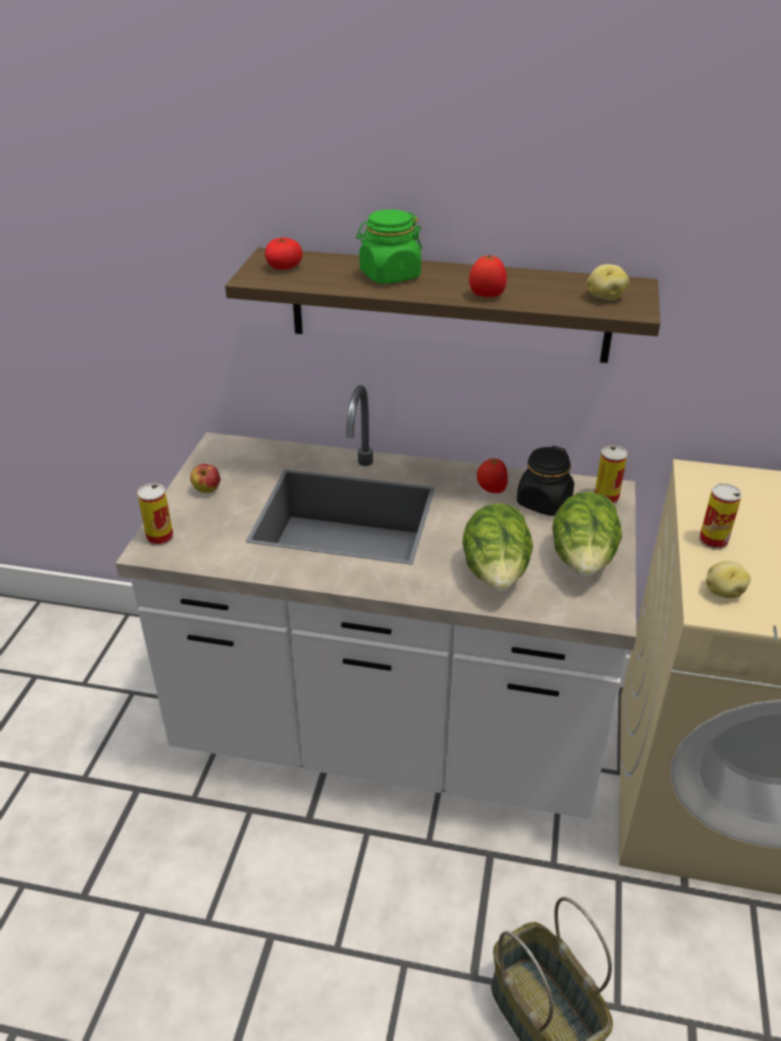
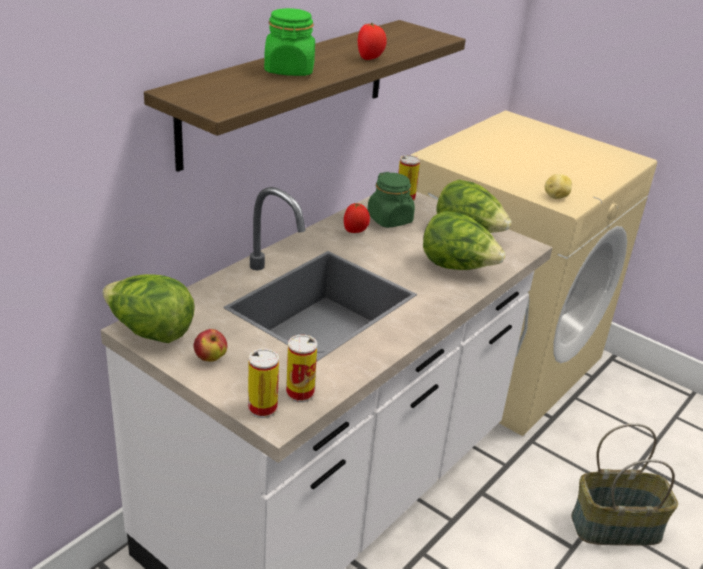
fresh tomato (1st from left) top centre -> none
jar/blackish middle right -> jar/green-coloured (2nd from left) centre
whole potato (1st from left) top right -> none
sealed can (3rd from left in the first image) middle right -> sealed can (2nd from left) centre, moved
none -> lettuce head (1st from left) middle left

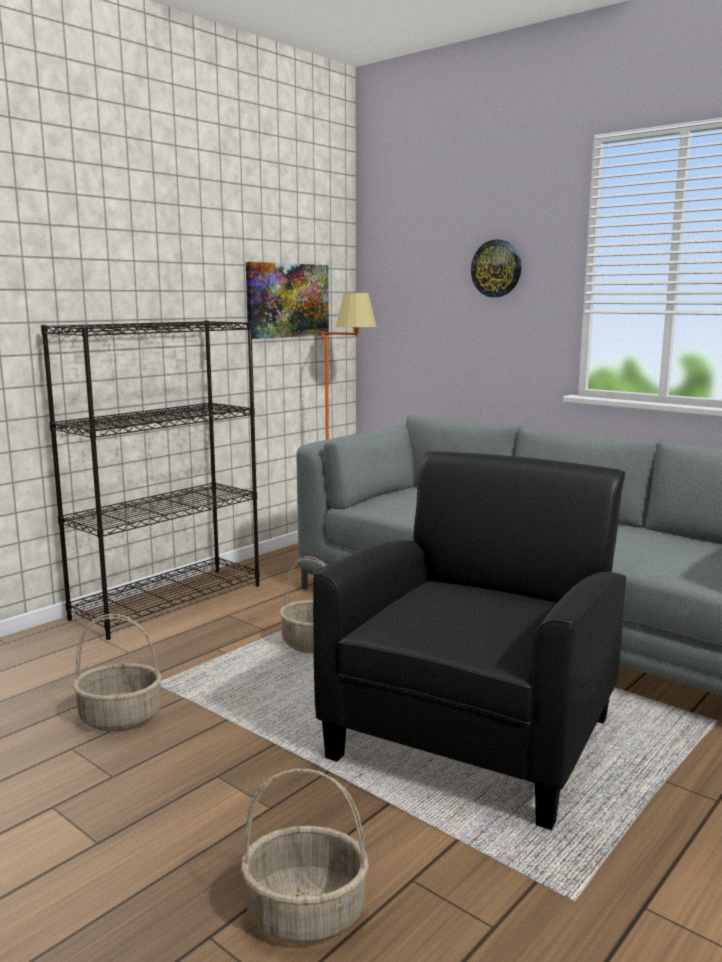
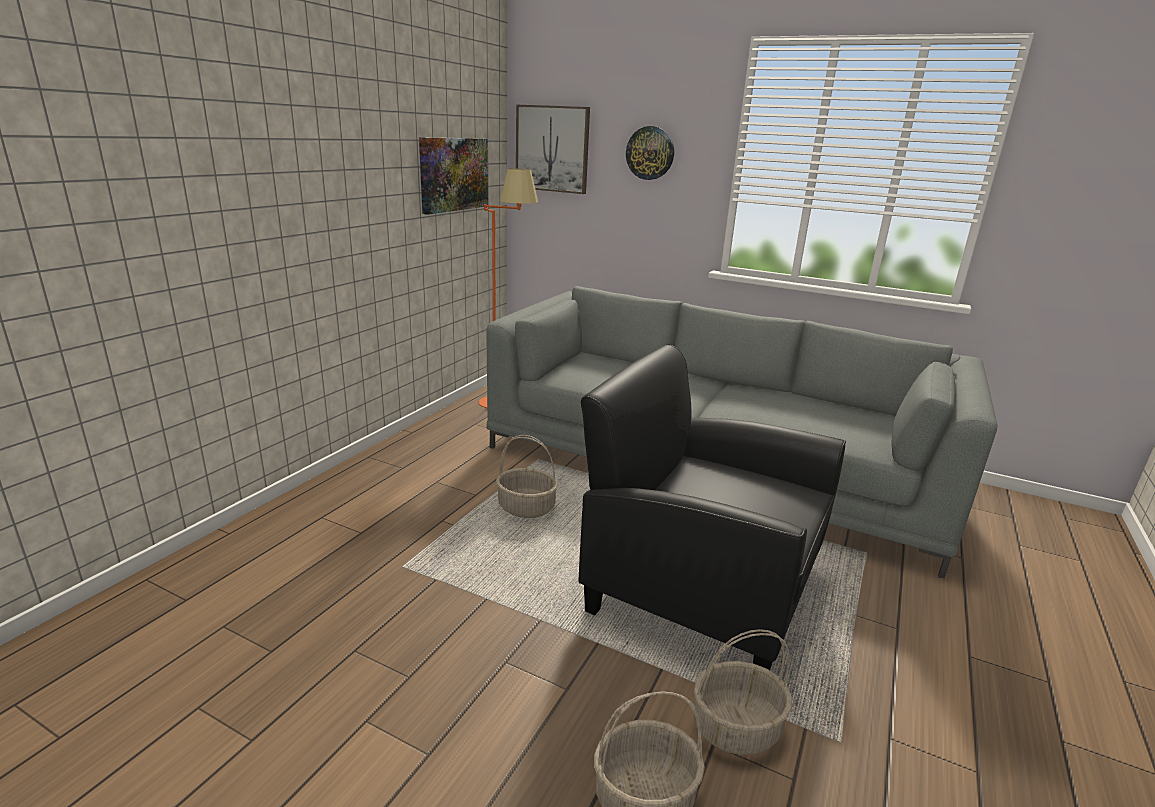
shelving unit/blackish middle left -> none
household basket (1st from left in the first image) bottom left -> household basket (3rd from left) bottom centre, moved
easy chair/blackish centre, 75 degrees counterclockwise
none -> picture (2nd from left) top centre

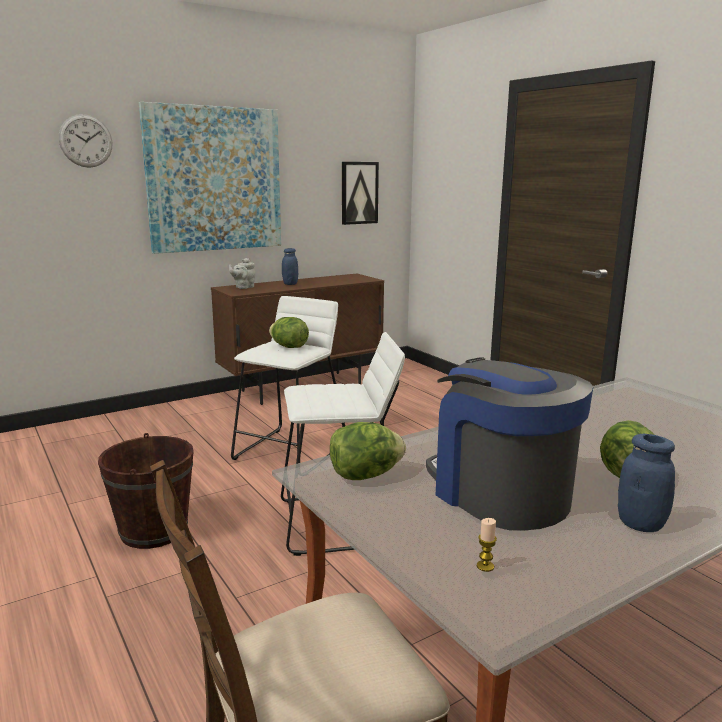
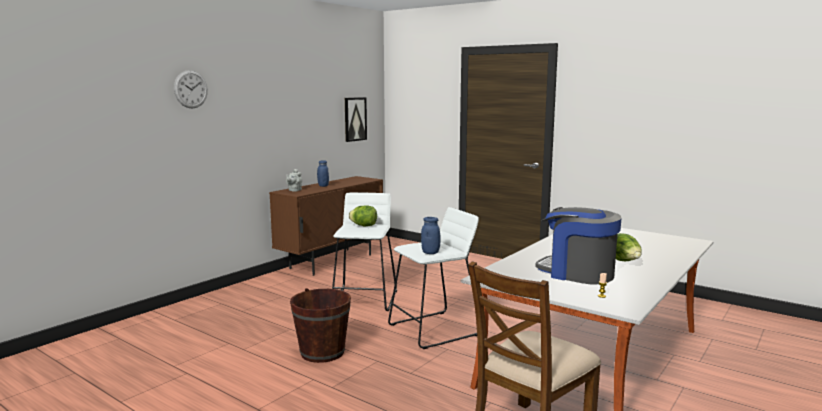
picture (1st from left) top left -> none
lettuce head (2nd from left) centre -> none
jar/bluish (2nd from left) bottom right -> jar/bluish (2nd from left) centre, moved

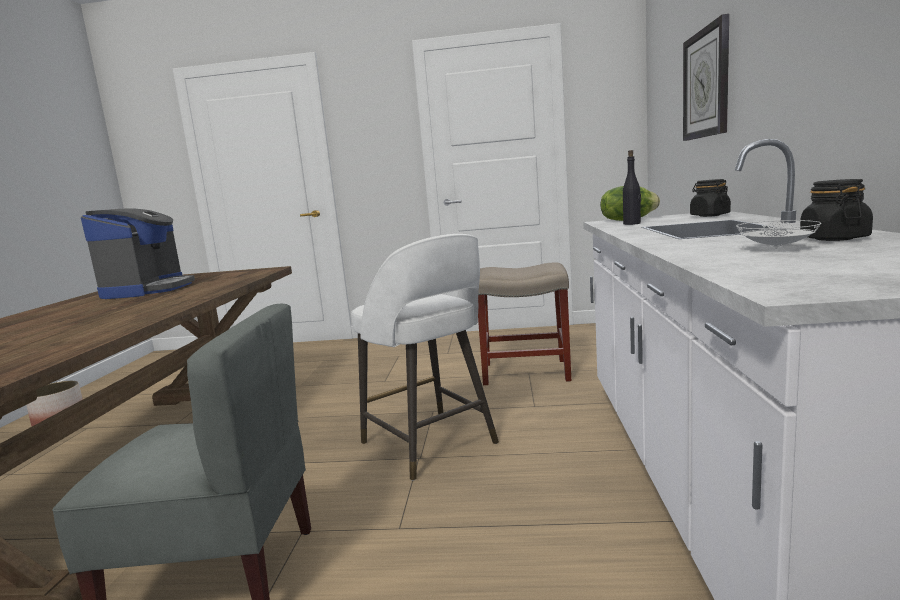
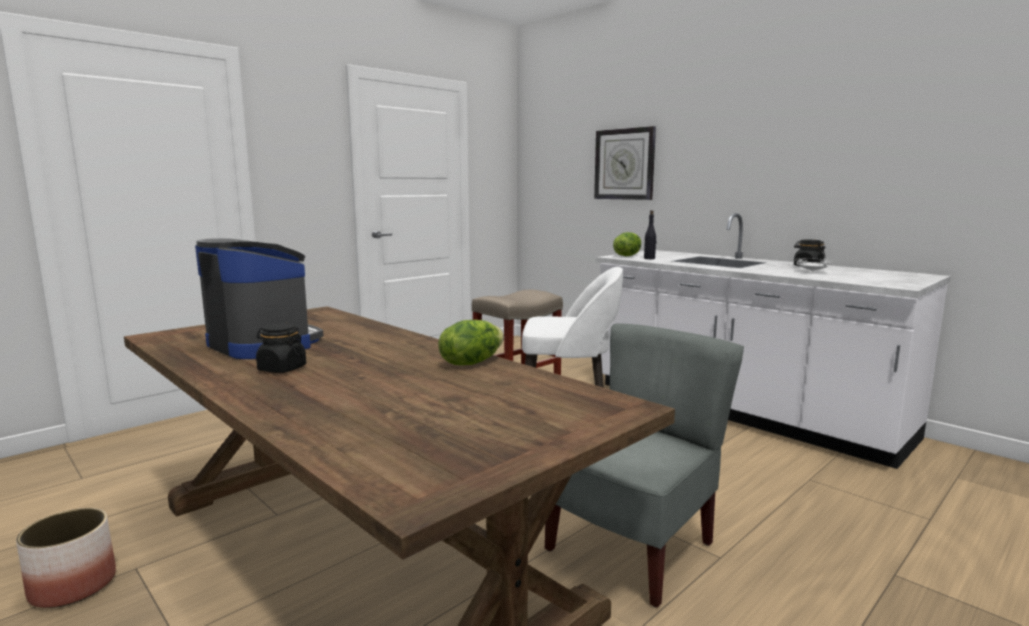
jar/blackish (1st from left) top right -> jar/blackish (1st from left) middle left, moved
none -> lettuce head (1st from left) centre

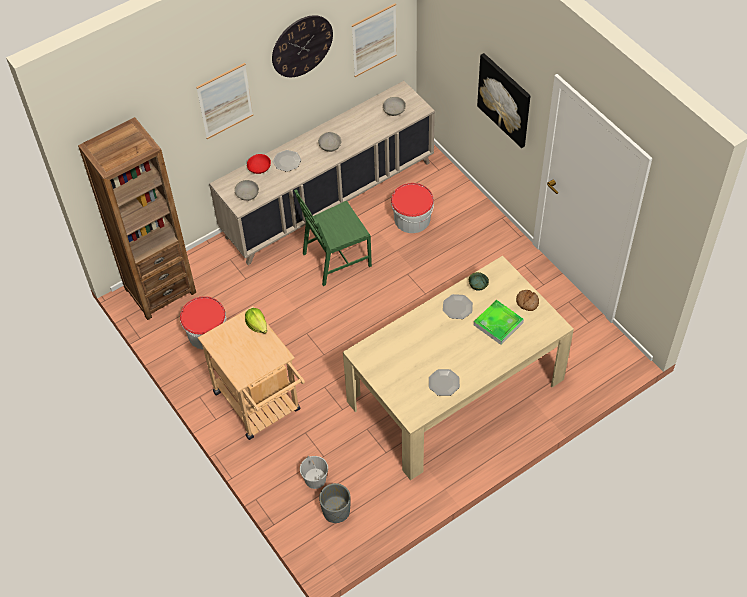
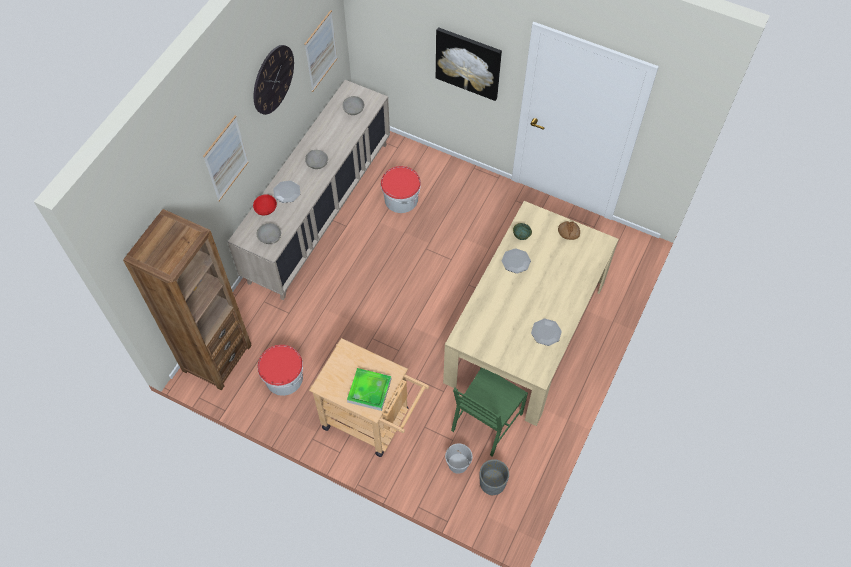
lettuce head centre -> none
chair/green-coloured centre -> chair/green-coloured bottom centre, moved
serving tray middle right -> serving tray bottom centre, moved

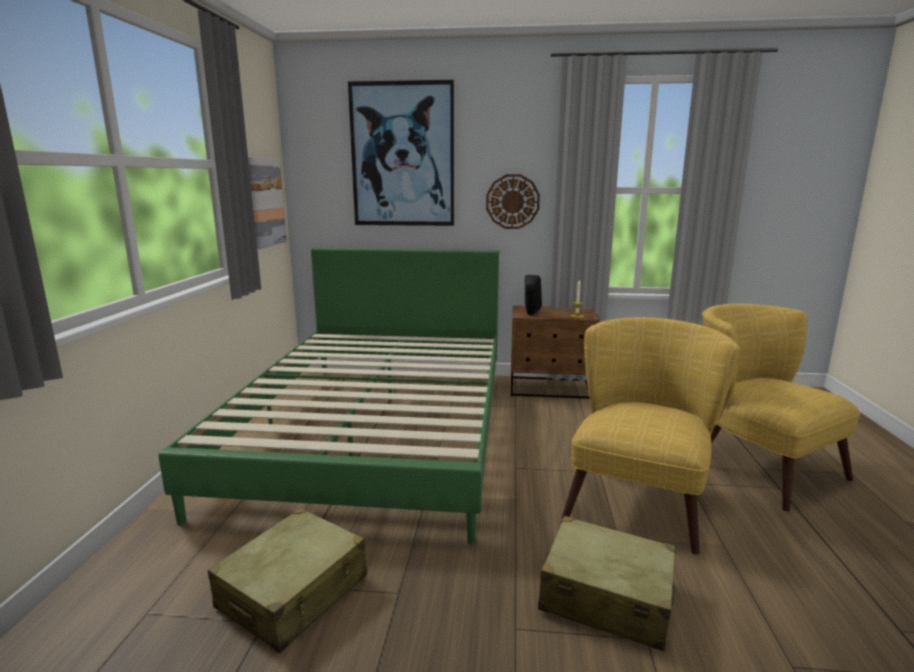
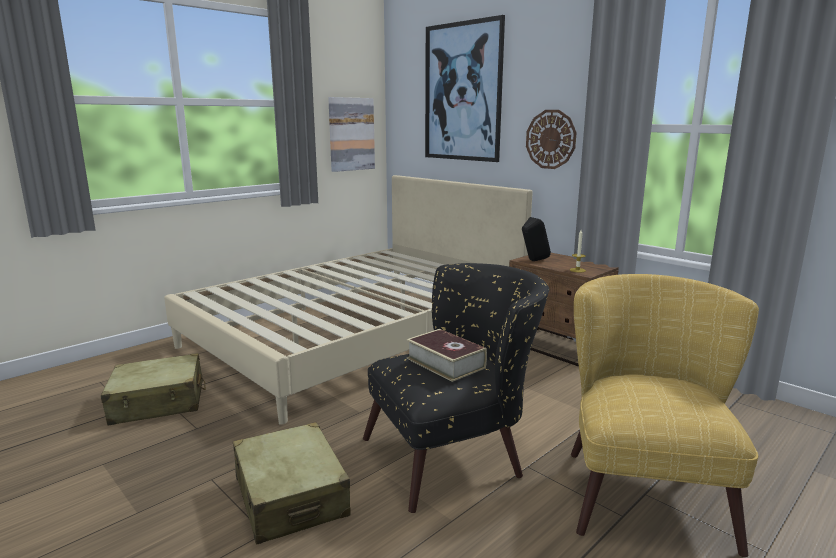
bedroom bed/green-coloured centre -> bedroom bed/sand-coloured centre
easy chair/yellow (1st from left) middle right -> easy chair/blackish bottom centre
none -> book centre

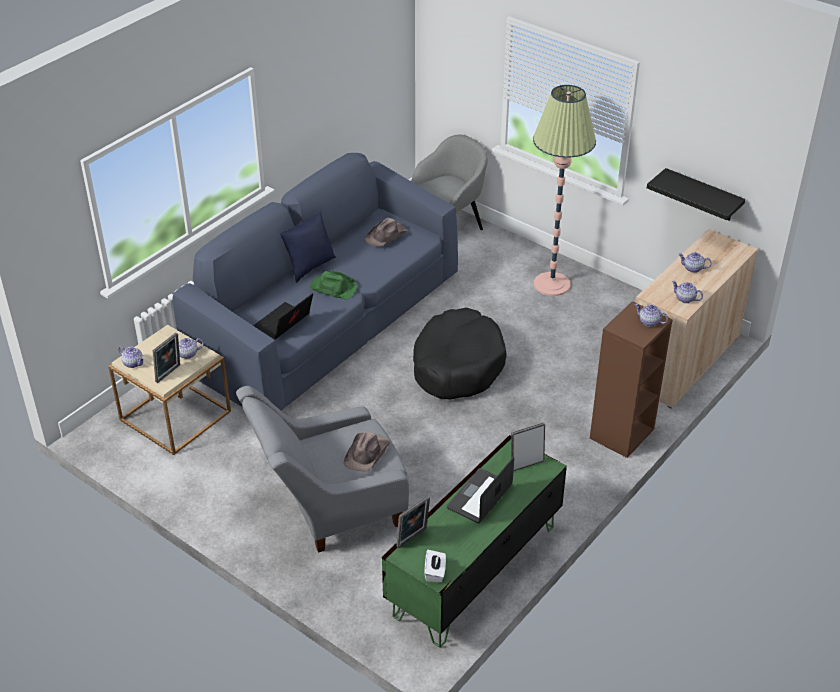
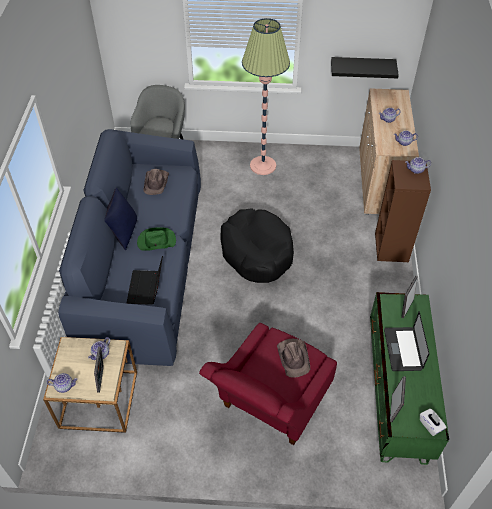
easy chair/grey (1st from left) bottom centre -> easy chair/red bottom centre

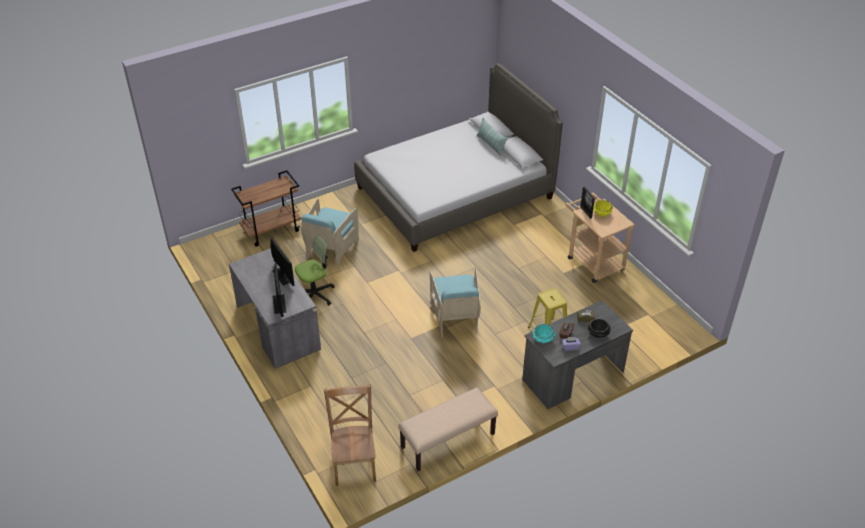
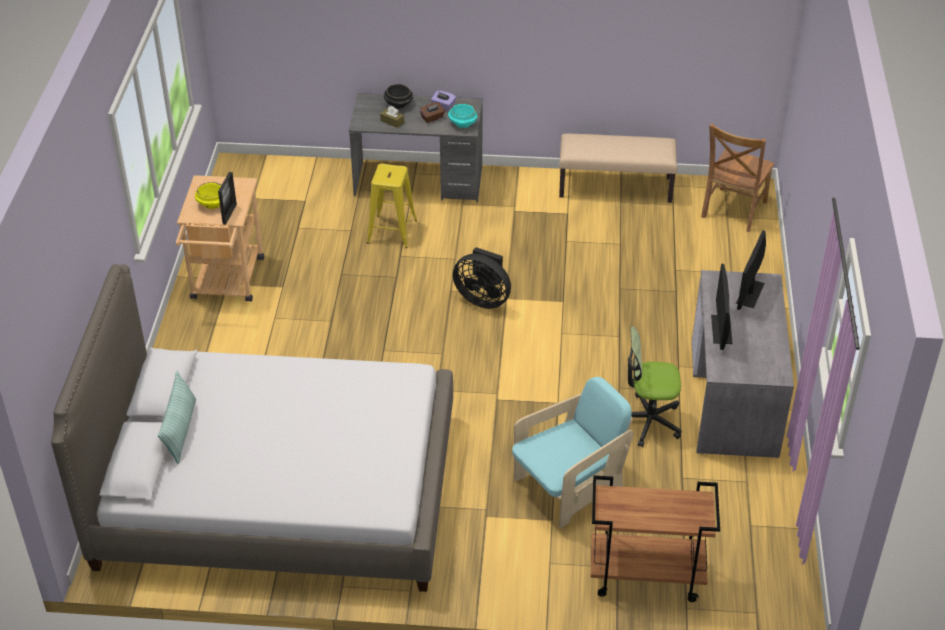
easy chair/turquoise (2nd from left) centre -> fan/blackish centre

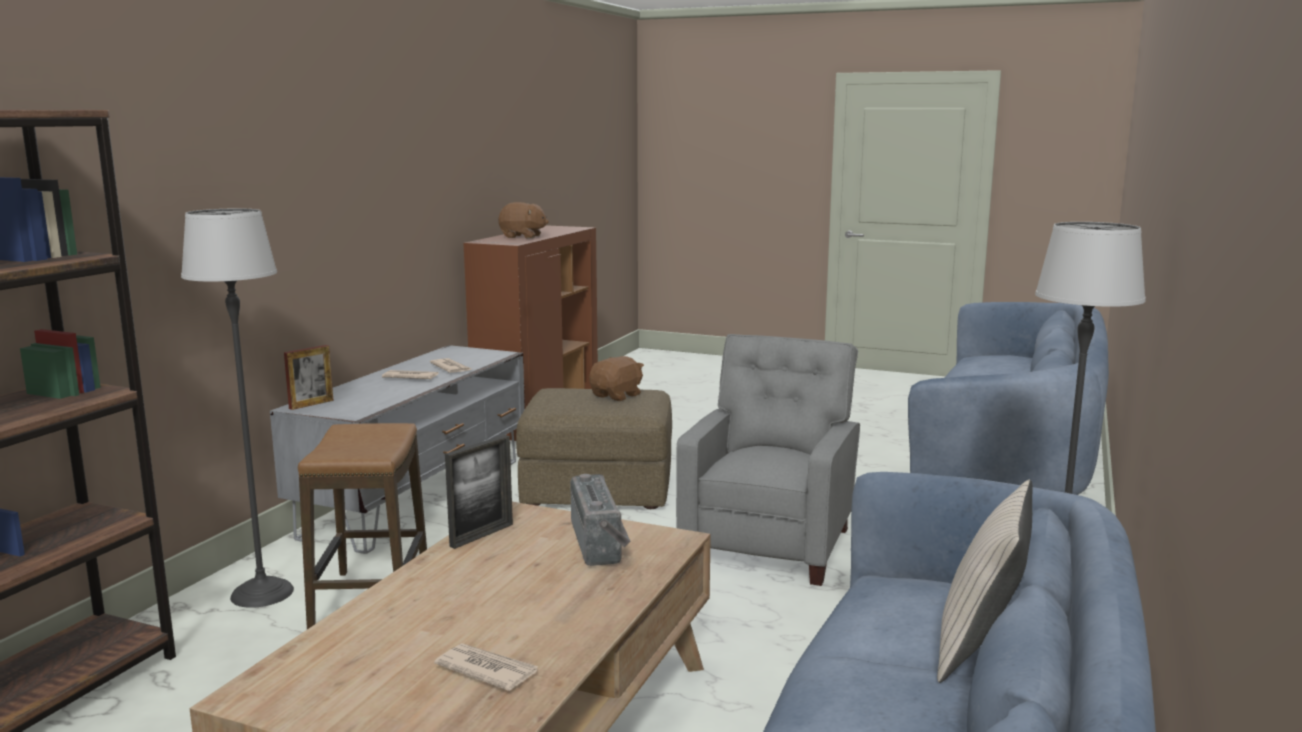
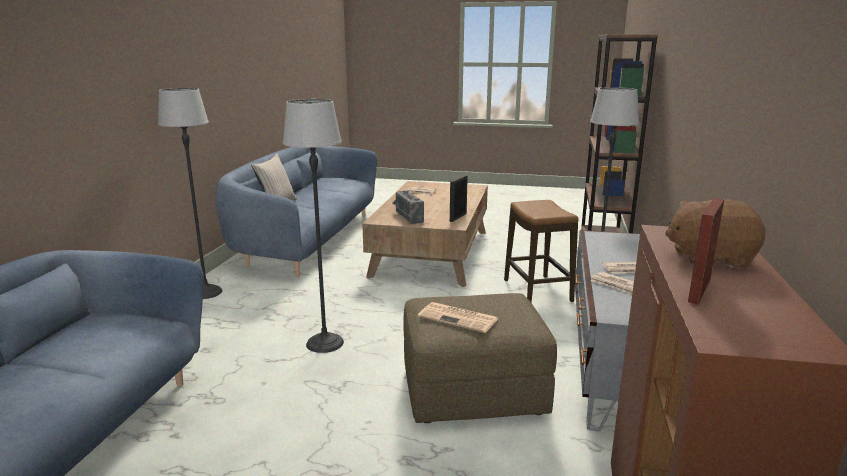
standing frame (1st from left in the first image) middle left -> standing frame (2nd from left) middle right, moved
cuddly toy/brown (2nd from left) centre -> daily paper (2nd from left) centre
easy chair/grey centre -> floor lamp (2nd from left) centre

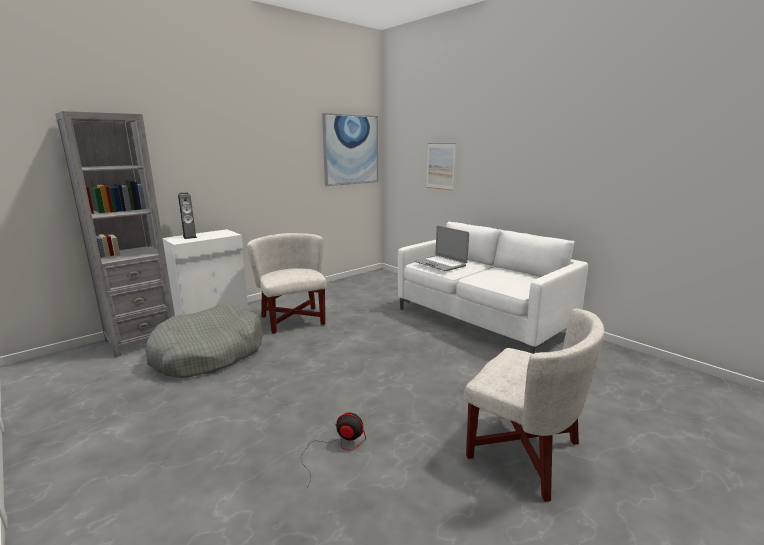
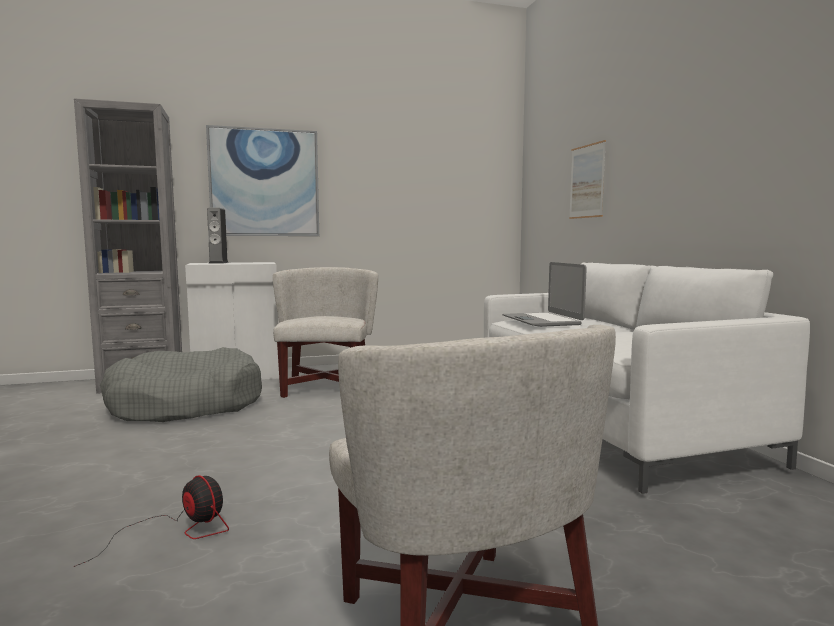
picture (1st from left) top centre -> picture (1st from left) top left, moved

